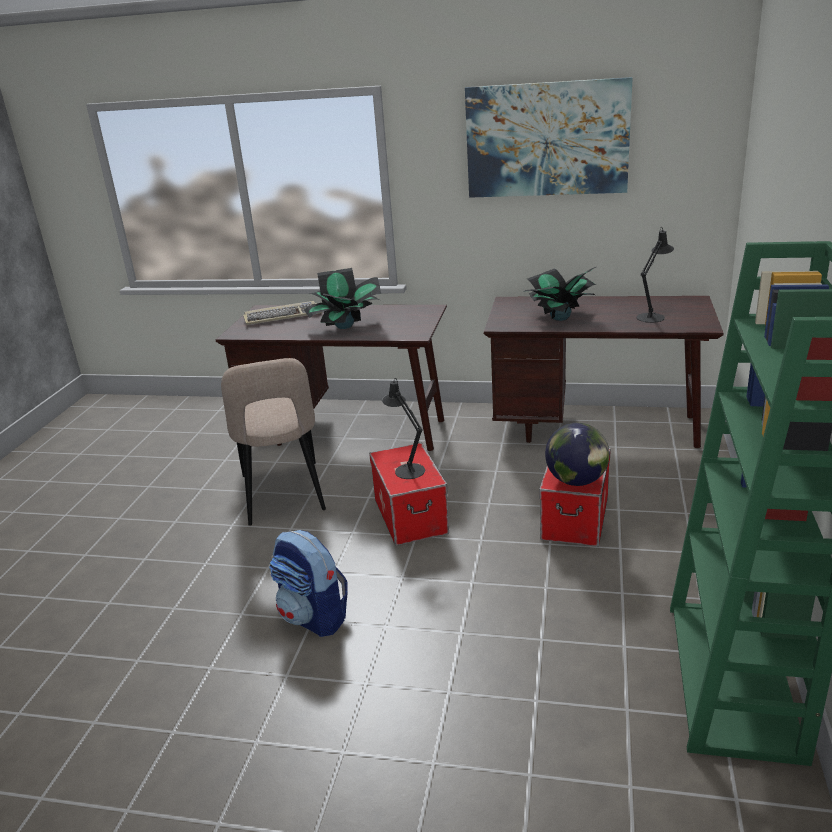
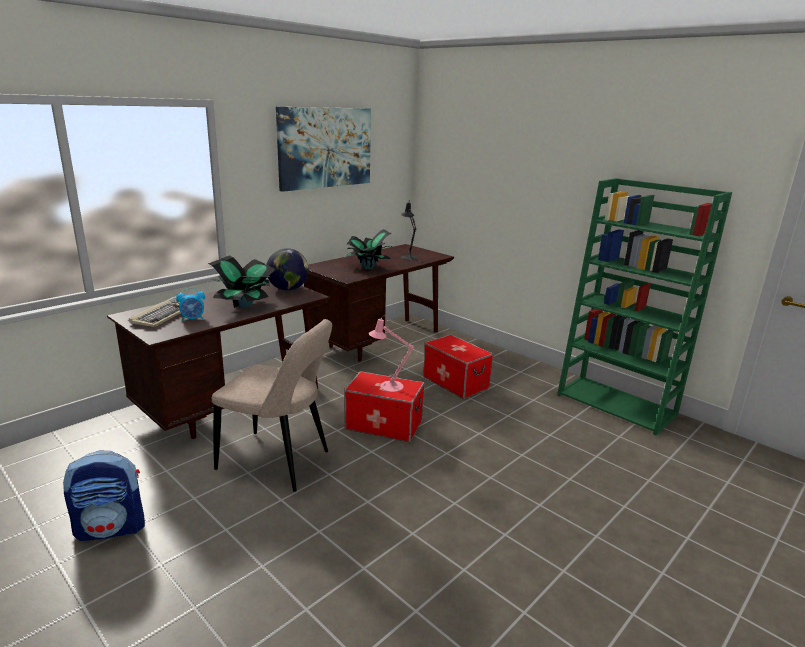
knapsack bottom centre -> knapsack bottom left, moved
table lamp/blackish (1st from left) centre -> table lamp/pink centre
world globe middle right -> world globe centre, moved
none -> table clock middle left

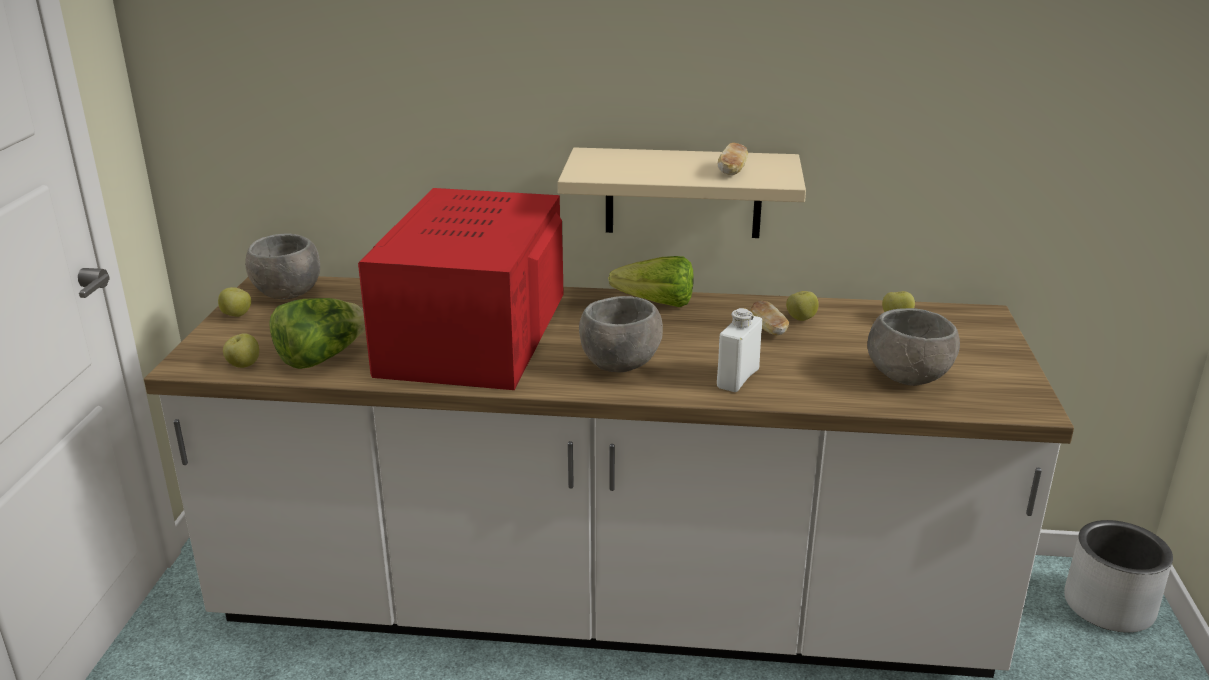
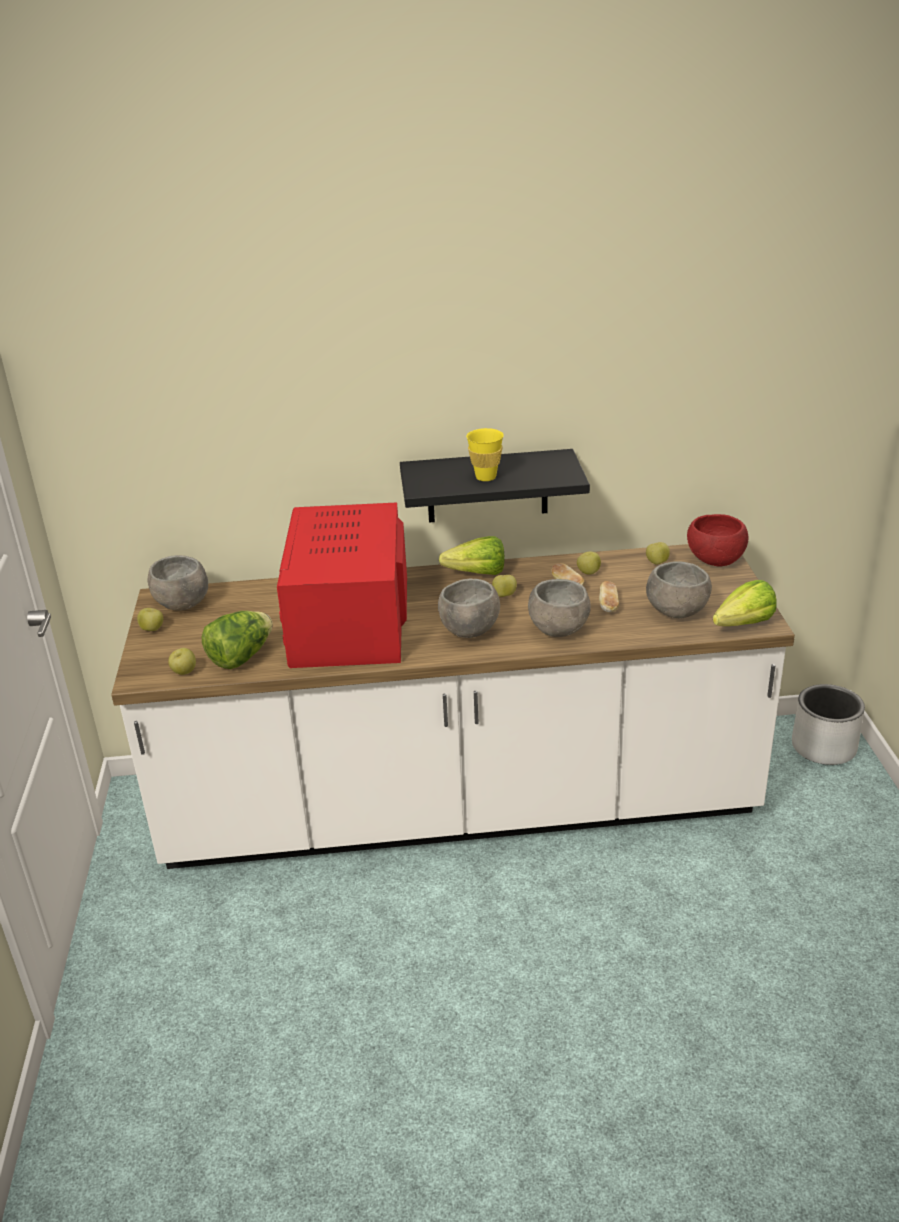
wall shelf/sand-coloured top centre -> wall shelf/blackish centre
bakery bread (1st from left in the first image) top centre -> bakery bread (2nd from left) middle right, moved
beverage bottle/white-coloured centre -> serving bowl/grey (3rd from left) centre
none -> drinking cup/yellow centre
none -> apple (3rd from left) centre
none -> serving bowl/red middle right
none -> lettuce head (3rd from left) middle right

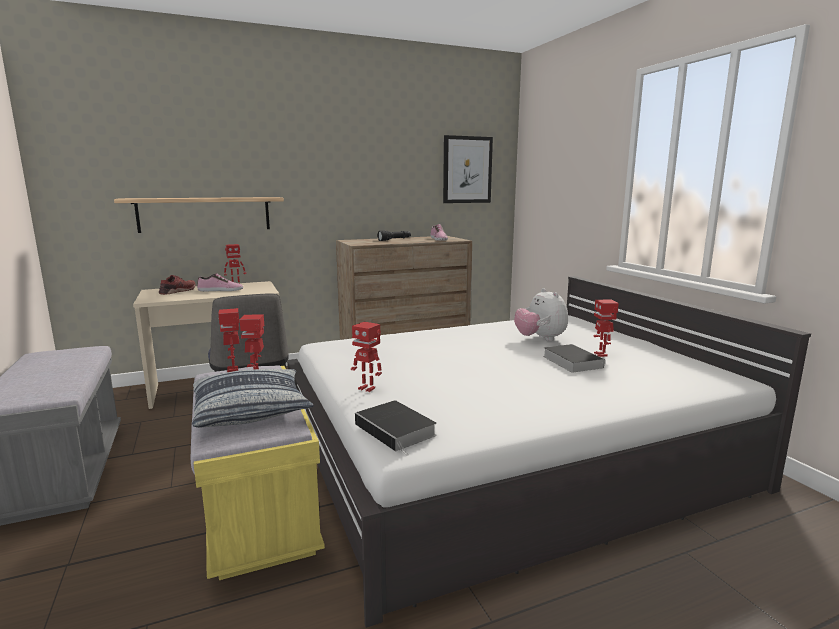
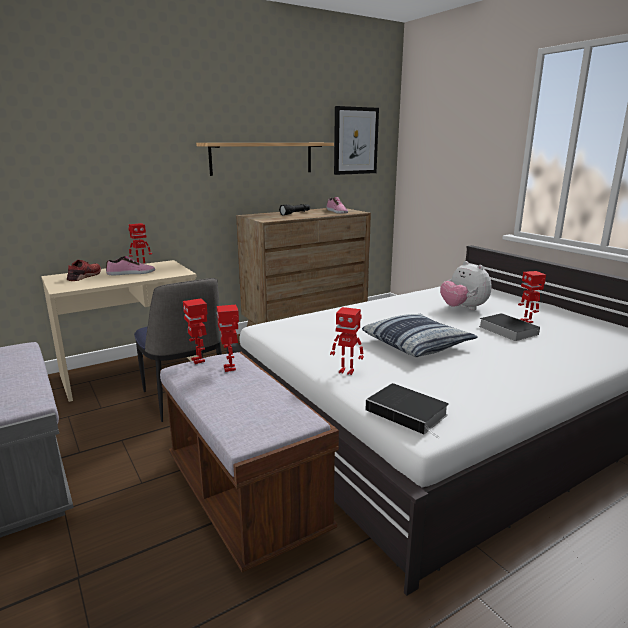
wall shelf middle left -> wall shelf top centre, moved
long seat/yellow bottom left -> long seat/brown bottom centre
cushion middle left -> cushion middle right, moved

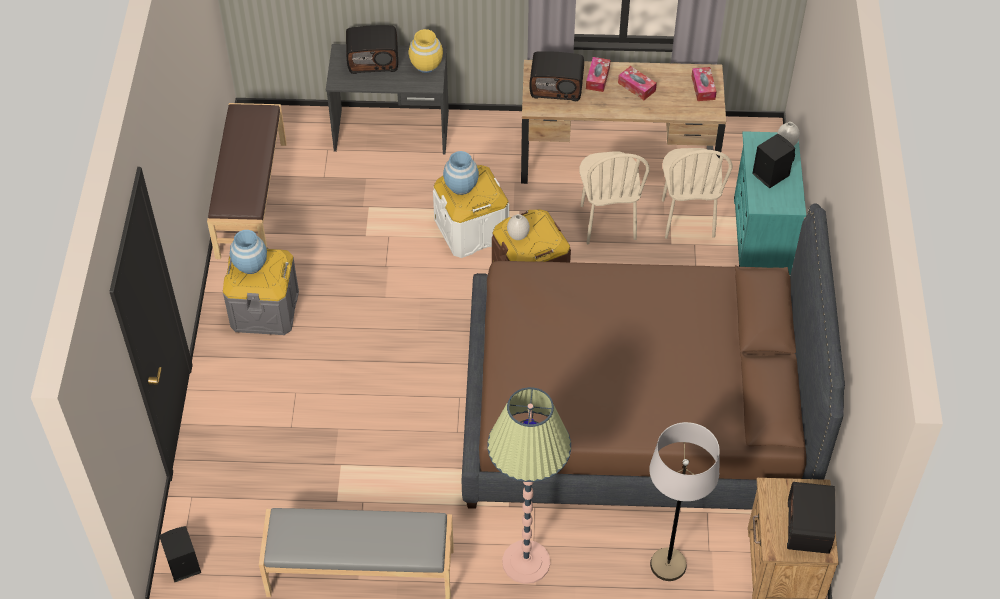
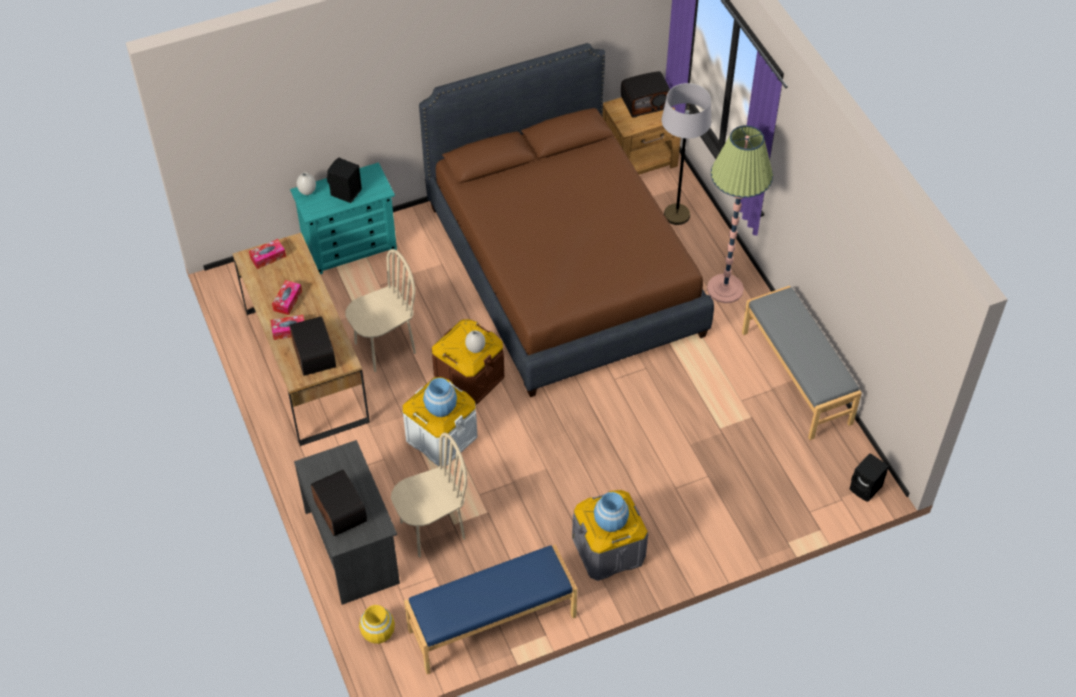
long seat/brown top left -> long seat/bluish bottom centre
decorative vase/yellow top centre -> decorative vase/yellow bottom centre, moved
chair/sand-coloured (2nd from left) top right -> chair/sand-coloured (2nd from left) bottom centre, moved

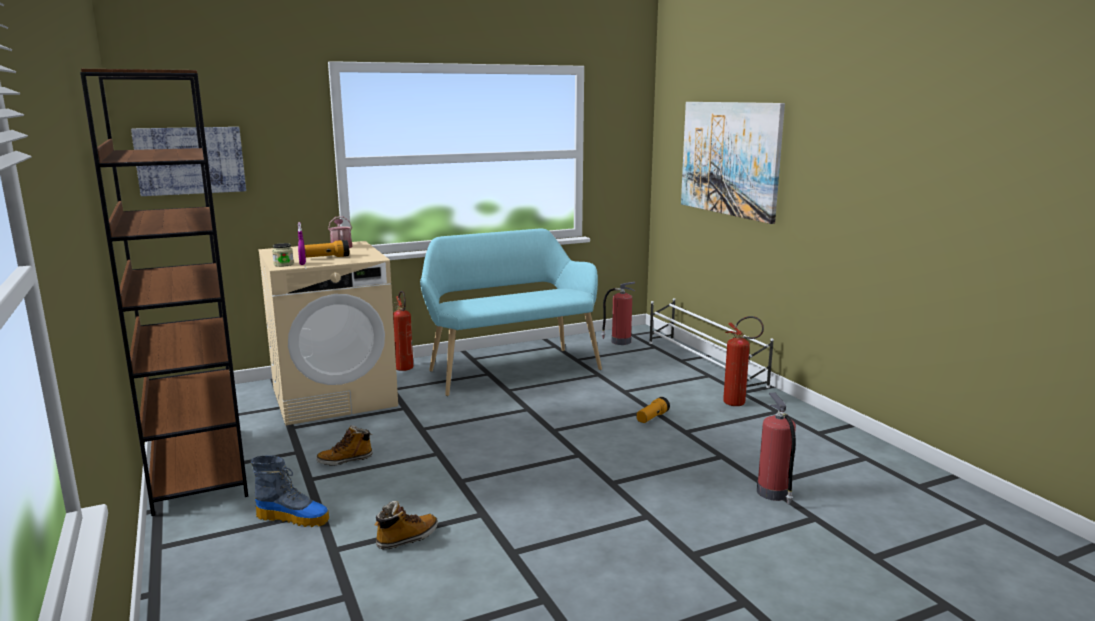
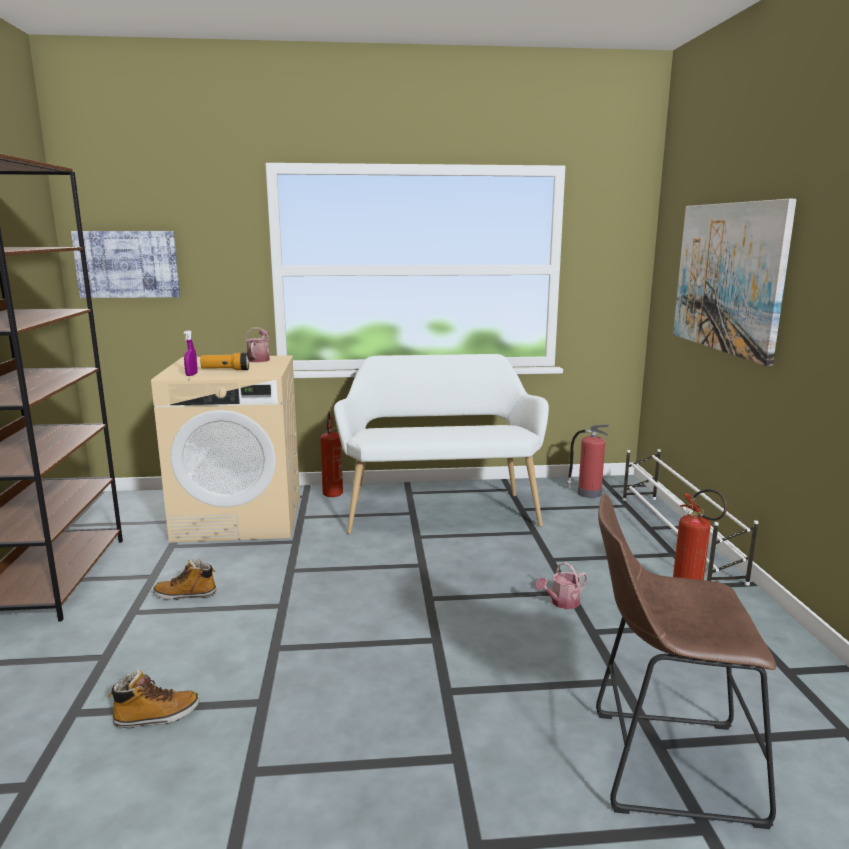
boot (1st from left) bottom left -> none
jar middle left -> none
long seat/turquoise centre -> long seat/white-coloured centre
hand torch (2nd from left) centre -> watering can (2nd from left) bottom centre
fire-fighting cylinder (4th from left) bottom right -> stool seat/brown bottom right

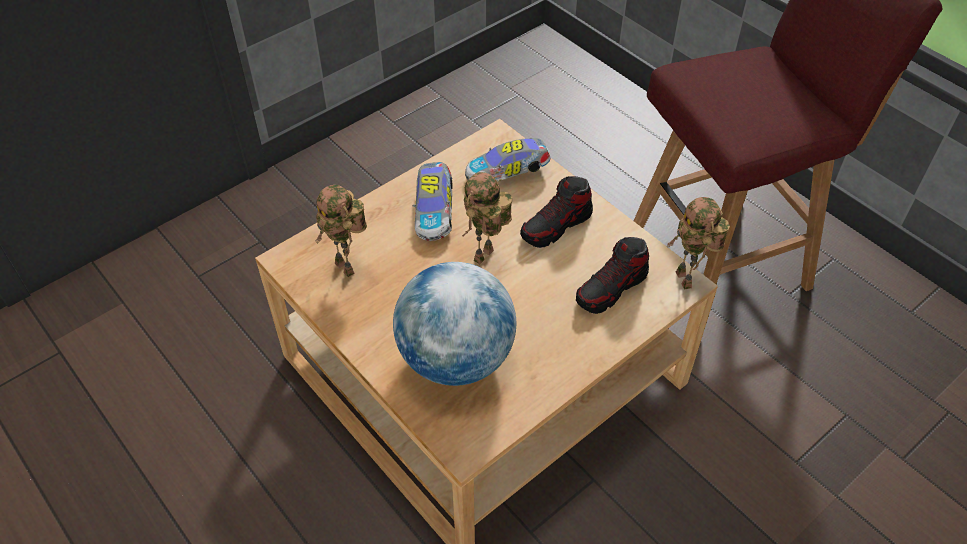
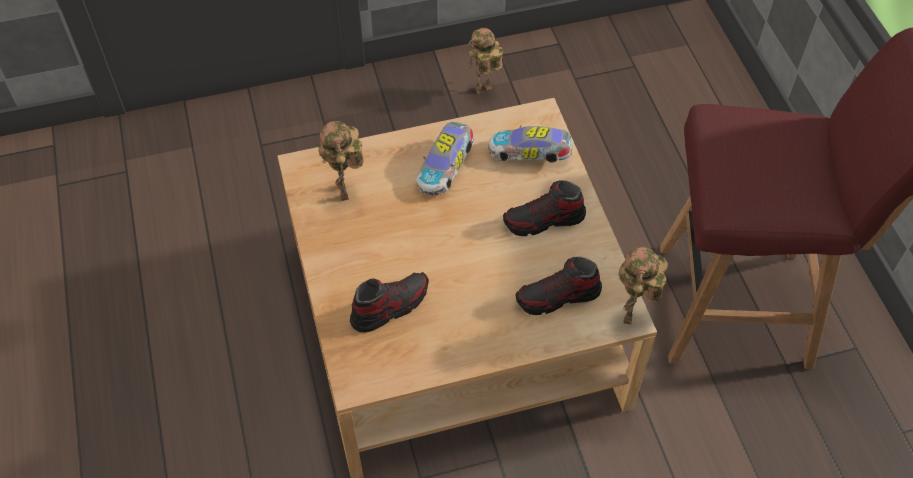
world globe centre -> item of footwear (1st from left) centre
toy robot (2nd from left) centre -> toy robot (2nd from left) top centre, moved

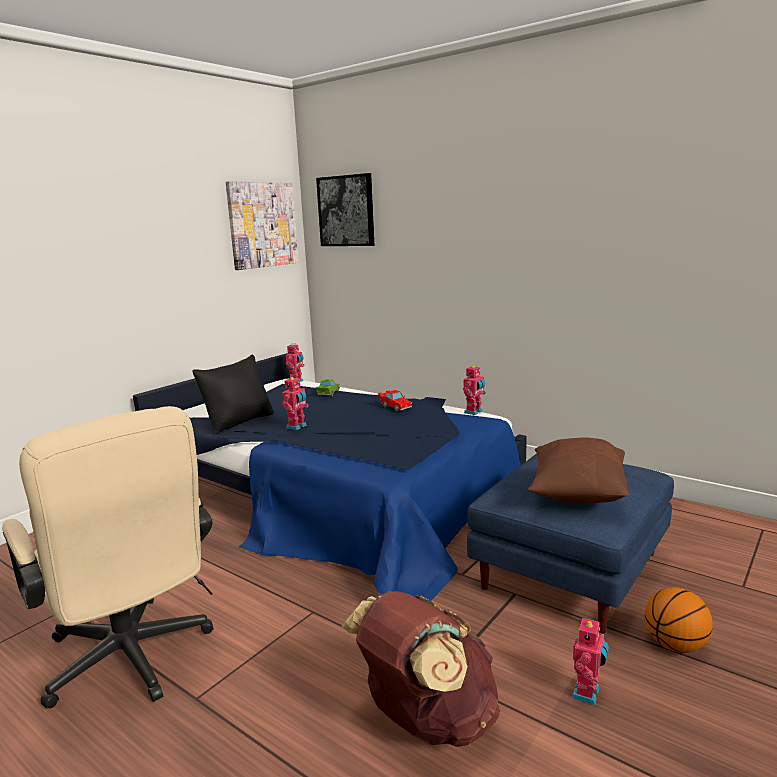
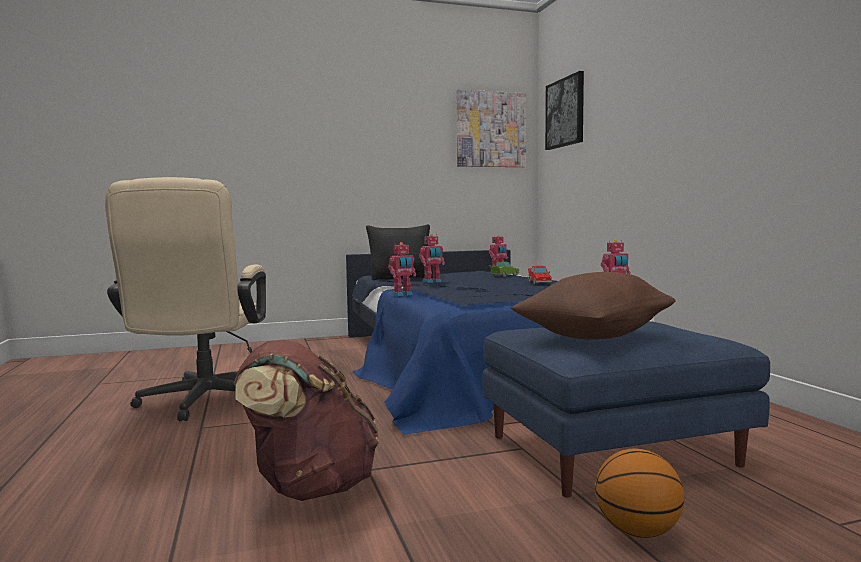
toy robot (4th from left in the first image) bottom right -> toy robot (1st from left) centre, moved

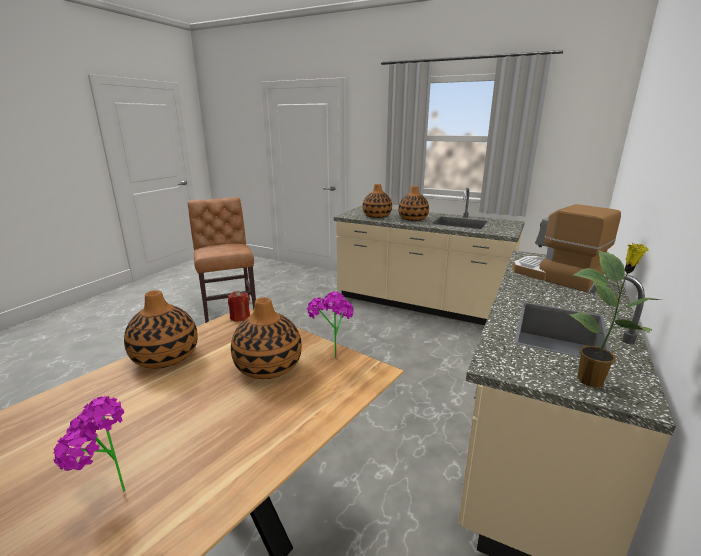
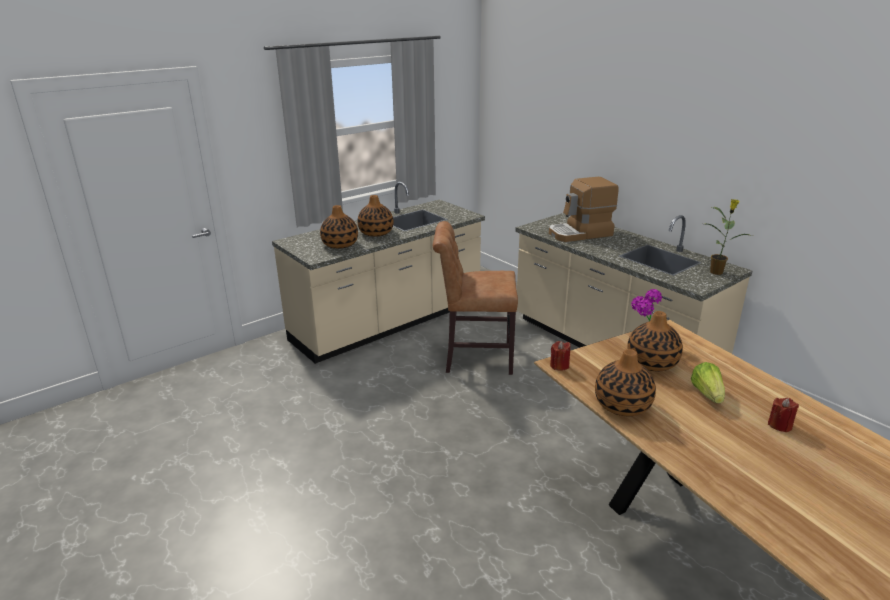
houseplant (1st from left) bottom left -> wax light/red (2nd from left) bottom right
chair/brown middle left -> chair/brown centre, moved
none -> lettuce head middle right

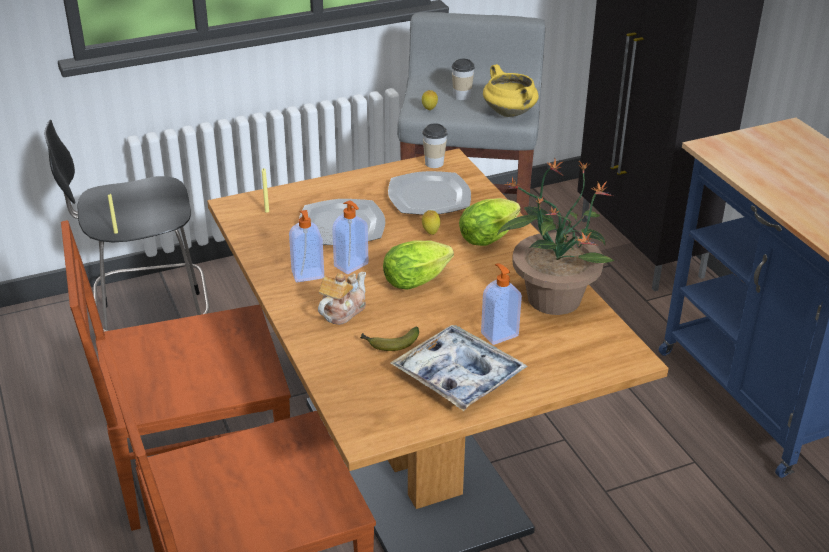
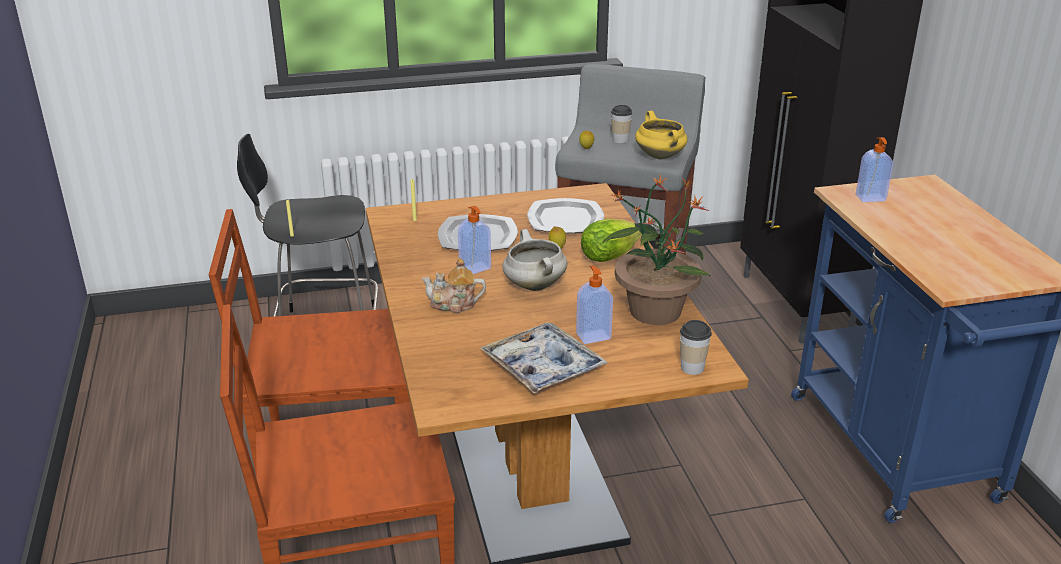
liquid soap bottle (1st from left in the first image) centre -> liquid soap bottle (3rd from left) top right, moved
tea pot centre, 135 degrees counterclockwise
whole banana centre -> none
lettuce head (1st from left) centre -> stockpot/white-coloured centre
drinking cup (1st from left in the first image) top centre -> drinking cup (2nd from left) centre, moved

